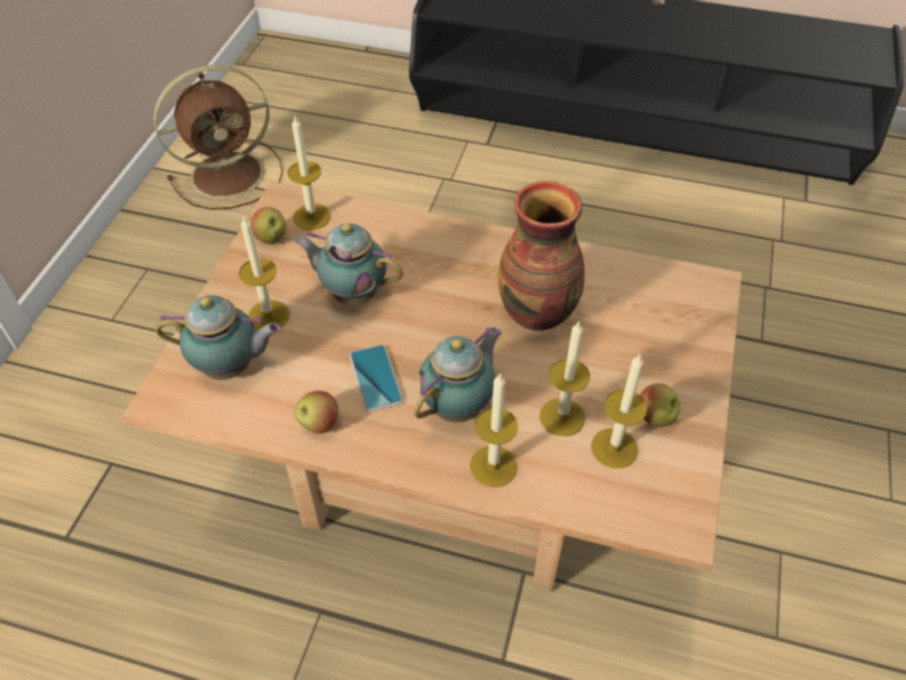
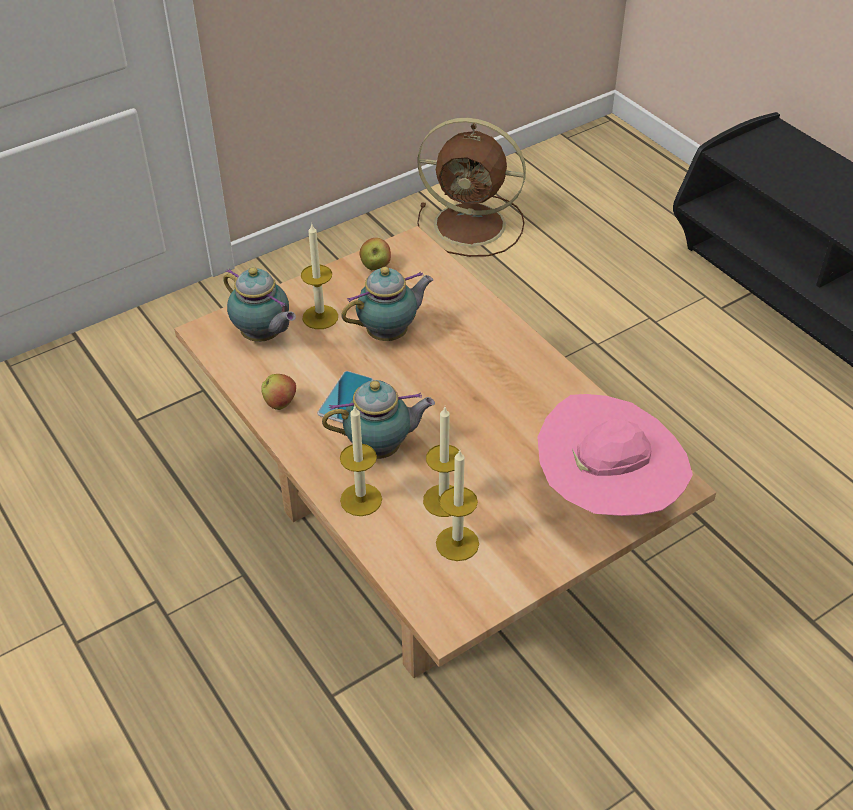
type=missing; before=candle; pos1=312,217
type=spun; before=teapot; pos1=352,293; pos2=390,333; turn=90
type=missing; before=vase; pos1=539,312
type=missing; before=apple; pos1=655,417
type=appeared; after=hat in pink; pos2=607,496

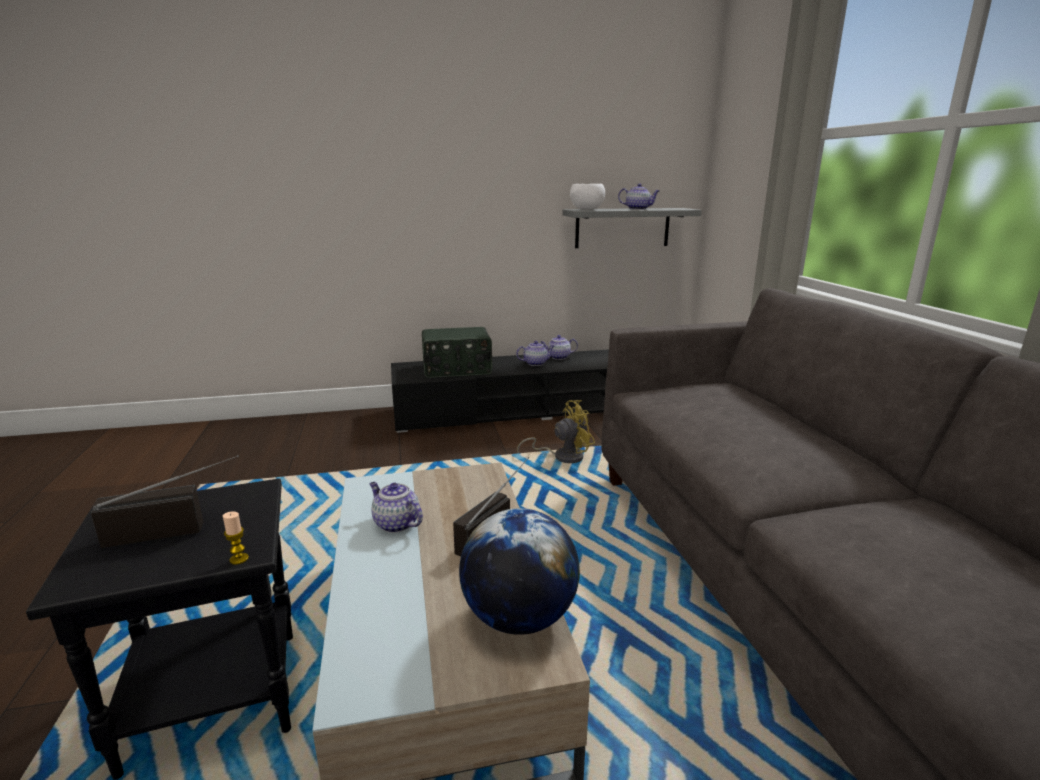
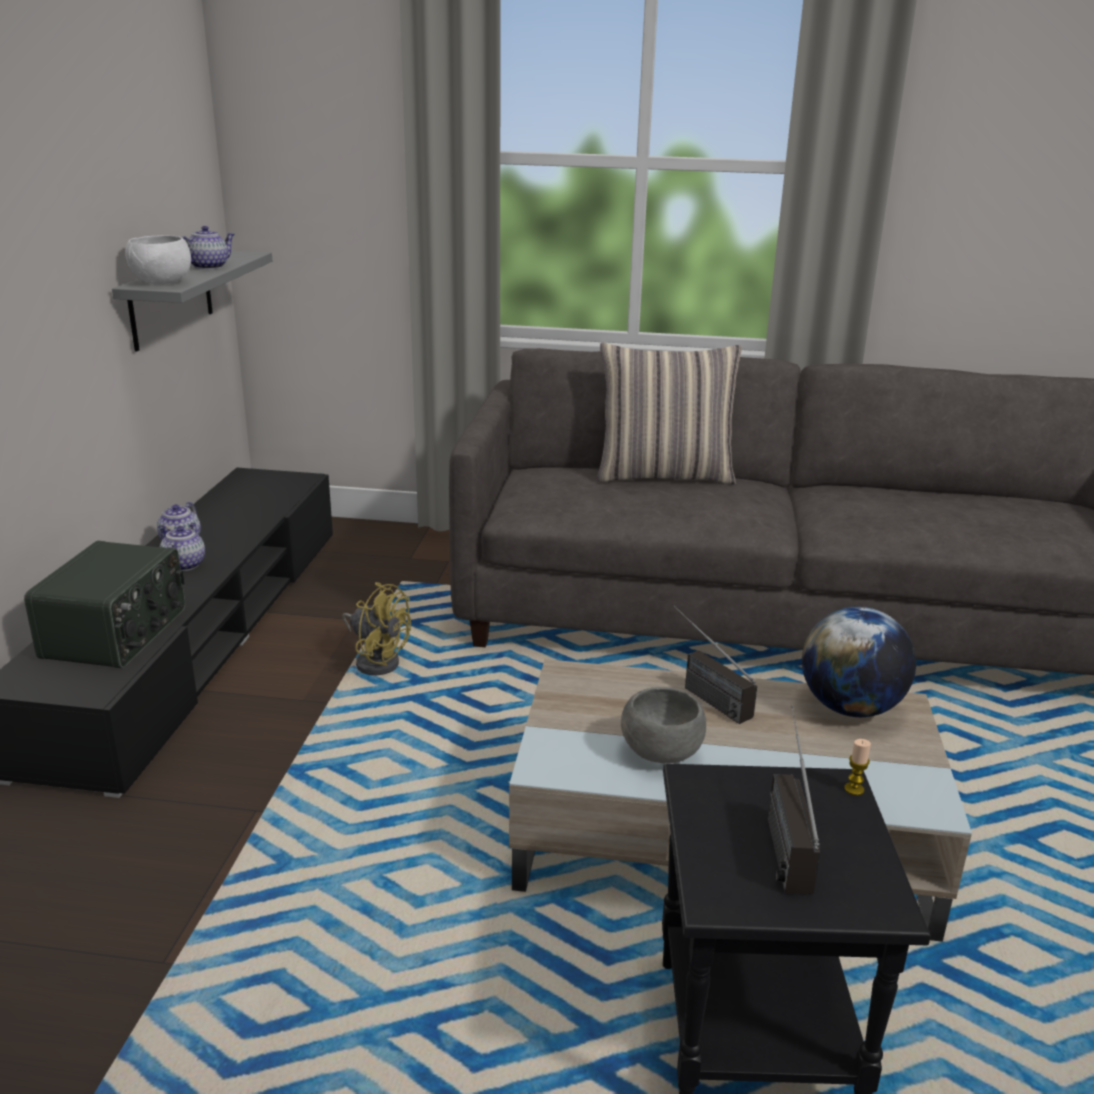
type=exchanged; before=teapot; after=bowl in grey; pos1=395,524; pos2=660,753
type=spun; before=fan in yellow; pos1=562,456; pos2=377,660; turn=120
type=appeared; after=pillow; pos2=664,474

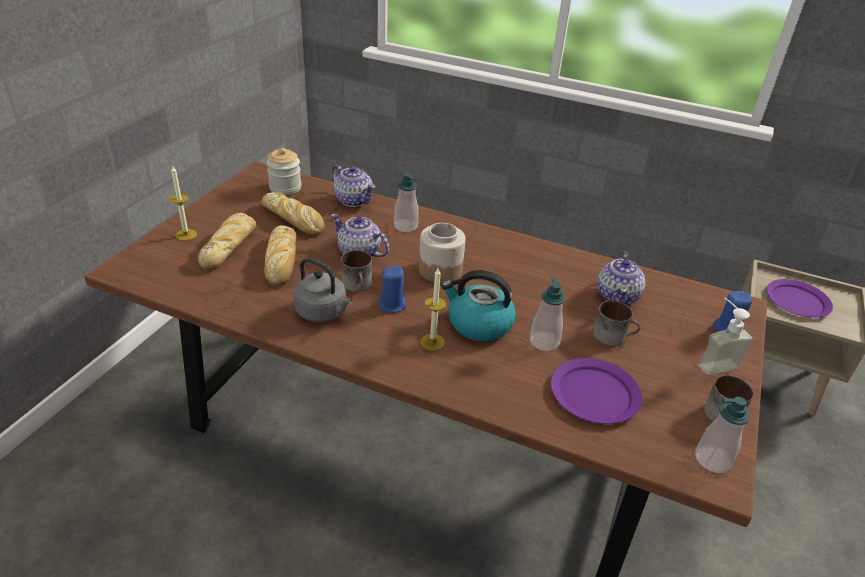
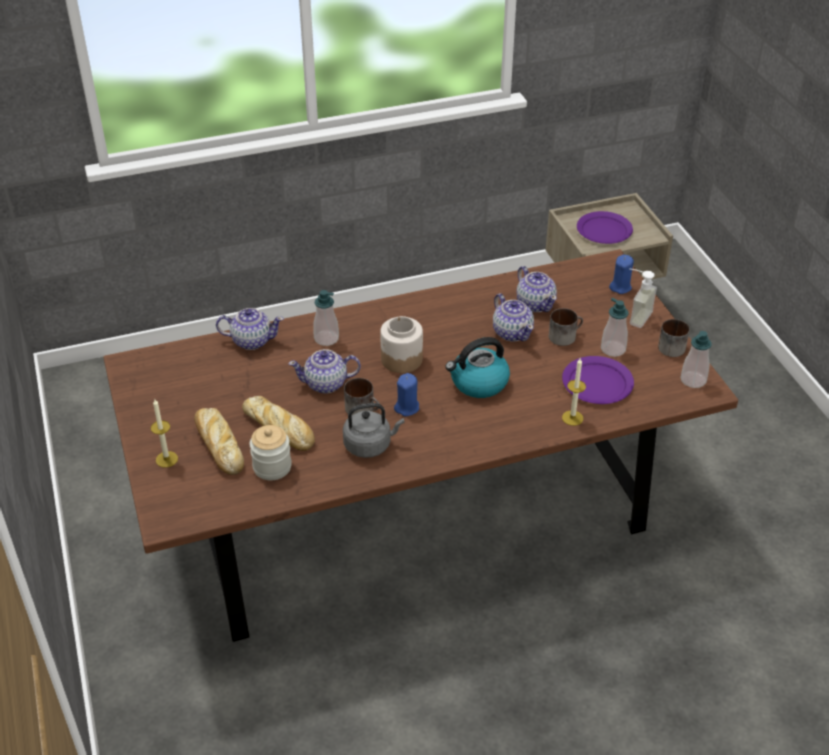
type=missing; before=bread; pos1=294,219
type=relocated; before=jar; pos1=285,188; pos2=272,467
type=relocated; before=candle; pos1=432,342; pos2=572,418
type=relocated; before=soap dispenser; pos1=544,342; pos2=613,349
type=appeared; after=teapot; pos2=512,332

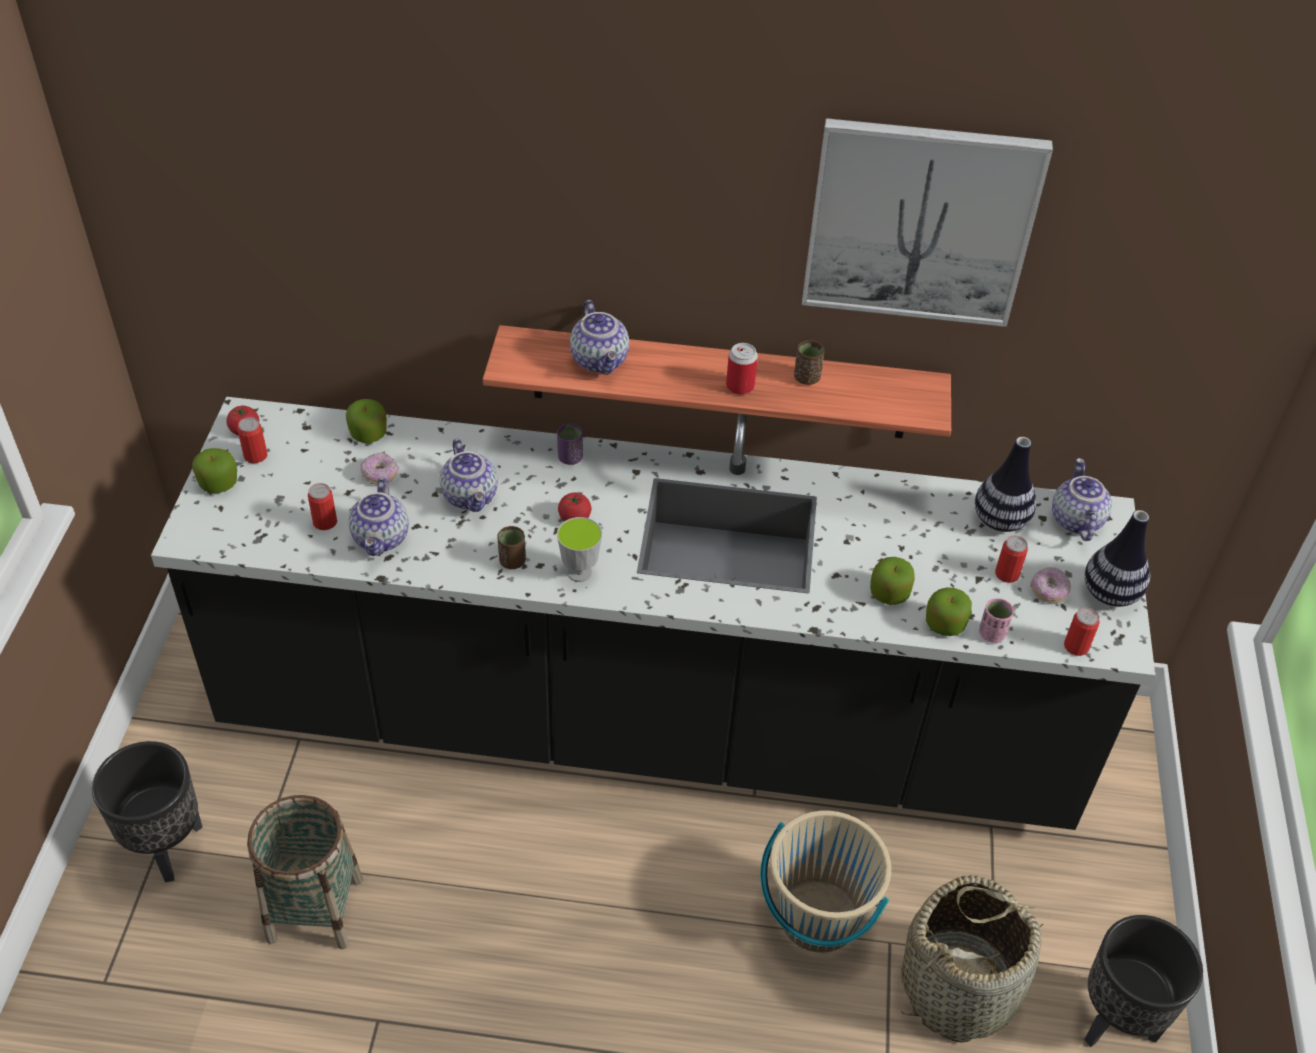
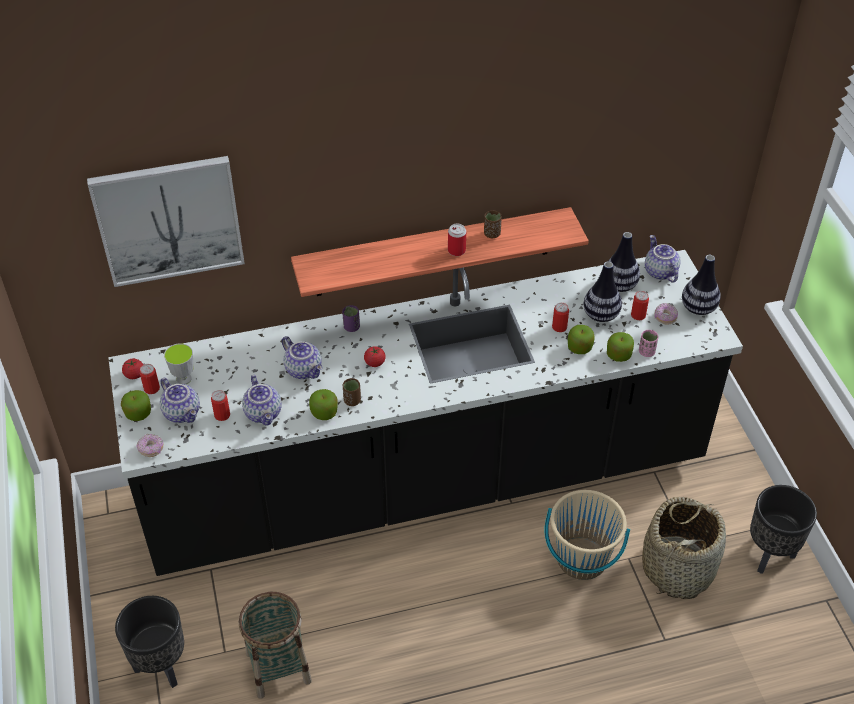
type=relocated; before=apple; pos1=368,434; pos2=324,412
type=relocated; before=donut; pos1=380,475; pos2=151,449
type=relocated; before=cup; pos1=579,573; pos2=183,379
type=relocated; before=teapot; pos1=601,360; pos2=183,412
type=relocated; before=picture; pos1=920,222; pos2=168,220
type=relocated; before=can; pos1=1076,646; pos2=559,327
type=appeared; after=vase; pos2=600,315

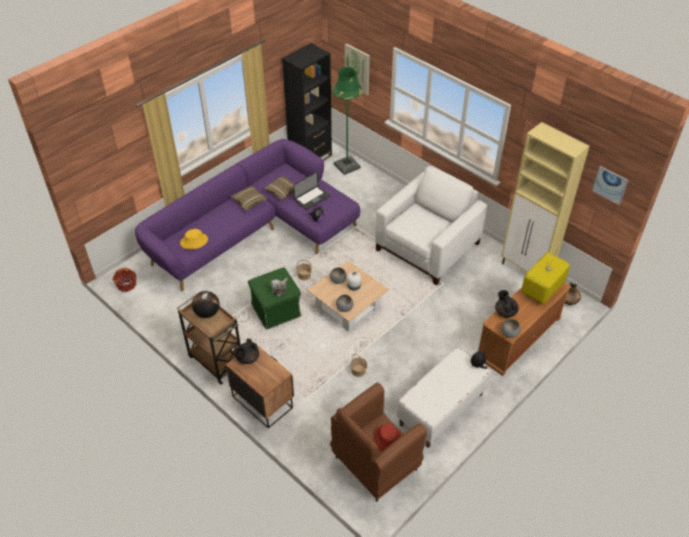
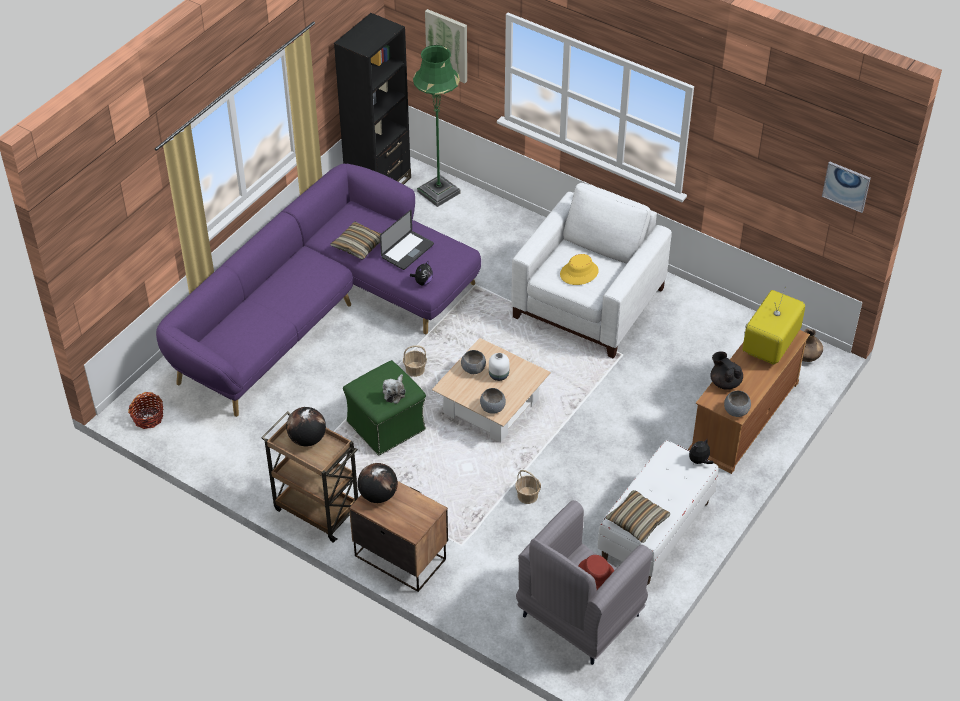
type=relocated; before=hat in yellow; pos1=194,241; pos2=579,273
type=relocated; before=pillow; pos1=249,201; pos2=637,521
type=exchanged; before=teapot in black; after=globe; pos1=247,358; pos2=378,495
type=colour; before=armchair in brown; after=armchair in grey; pos1=374,464; pos2=579,617
type=missing; before=cabinet in beige; pos1=526,270

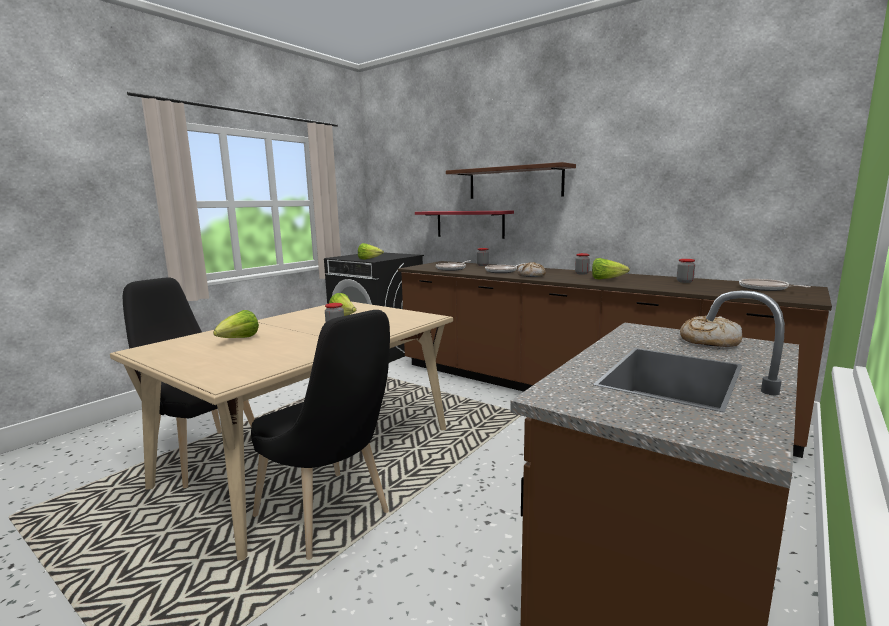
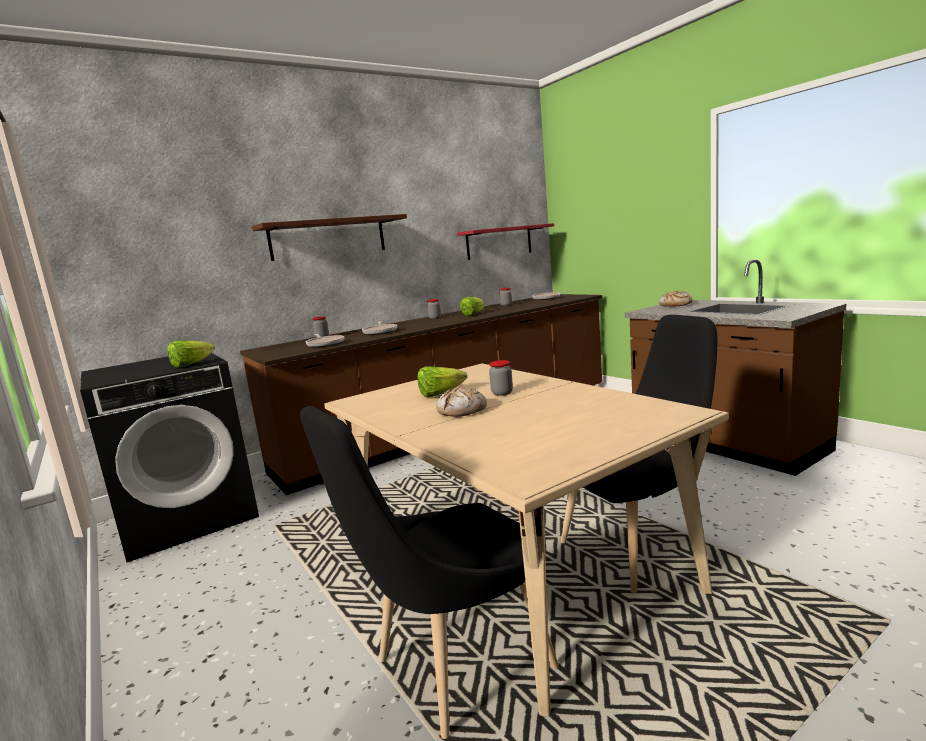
type=missing; before=lettuce; pos1=239,339
type=relocated; before=shelf in red; pos1=469,224; pos2=499,242
type=relocated; before=bread; pos1=531,275; pos2=462,410

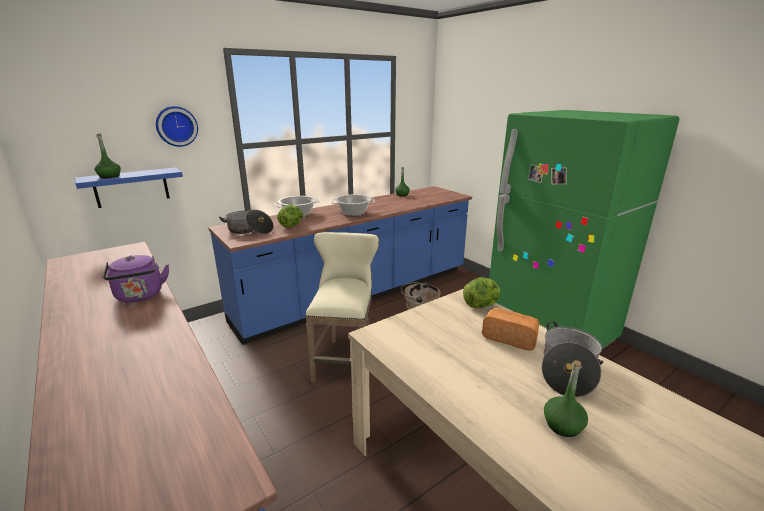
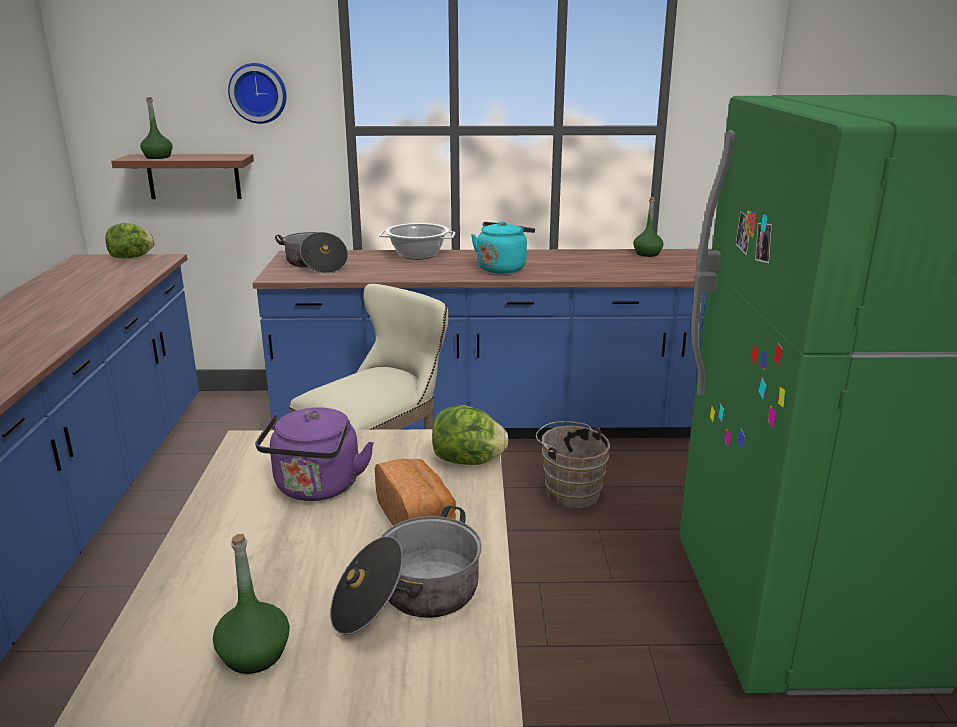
type=colour; before=shelf in blue; after=shelf in brown; pos1=131,187; pos2=193,176
type=relocated; before=kettle in purple; pos1=140,296; pos2=316,489
type=relocated; before=lettuce; pos1=291,225; pos2=132,257
type=exchanged; before=cooking pot; after=kettle in turquoise; pos1=353,213; pos2=502,268

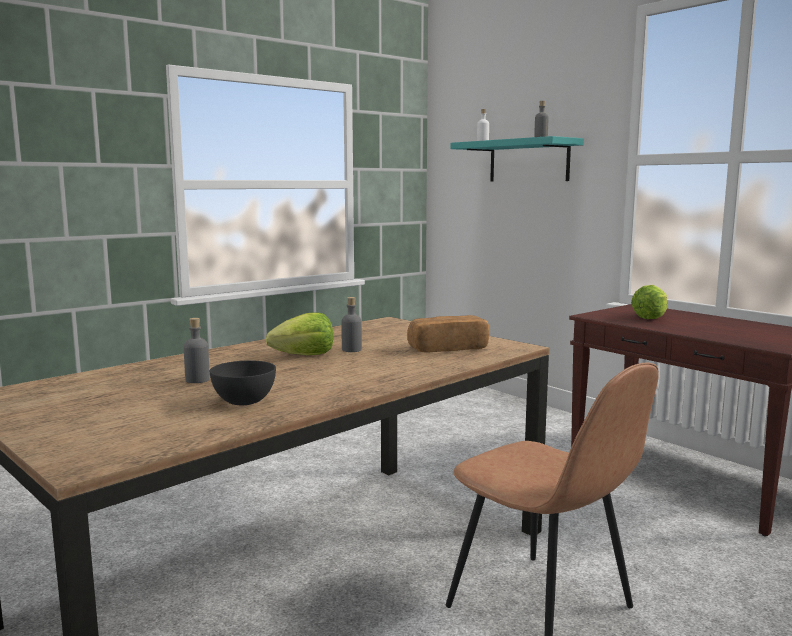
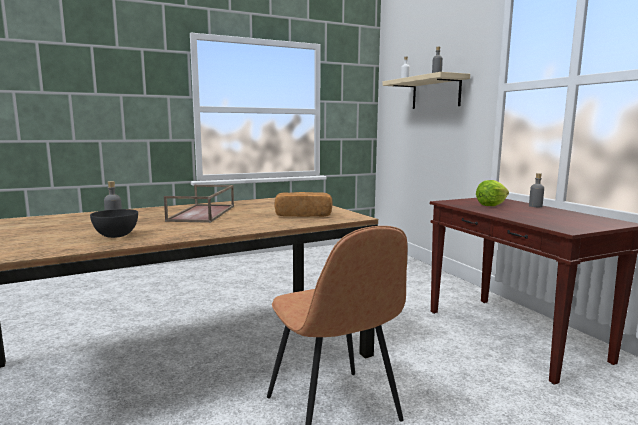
type=exchanged; before=lettuce; after=tray in brown; pos1=304,355; pos2=203,213
type=relocated; before=bottle in grey; pos1=351,350; pos2=535,206
type=colour; before=shelf in turquoise; after=shelf in beige; pos1=528,161; pos2=435,93

